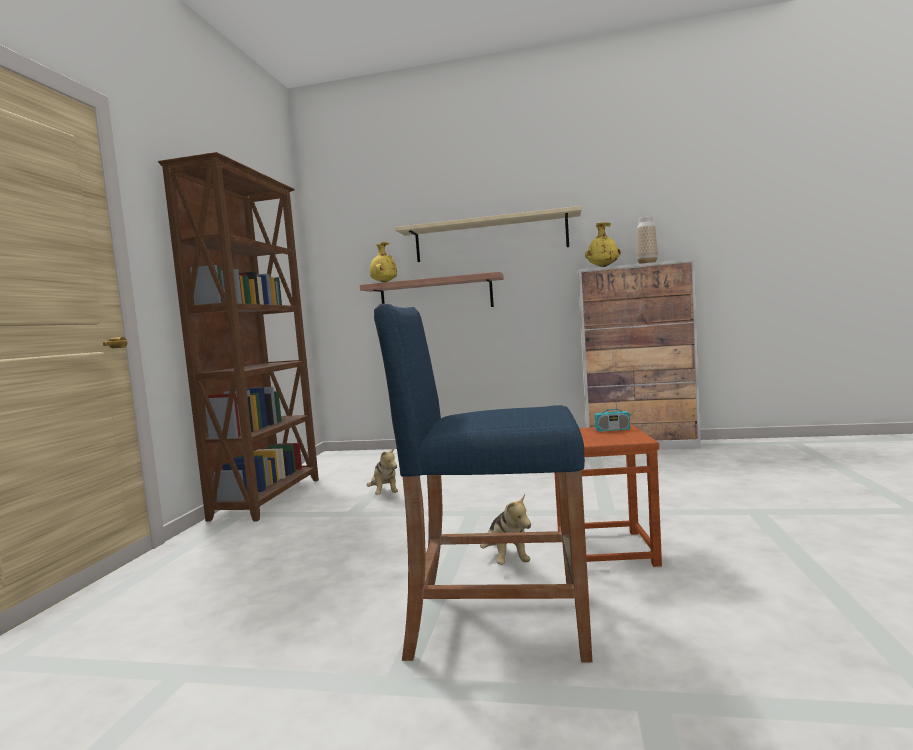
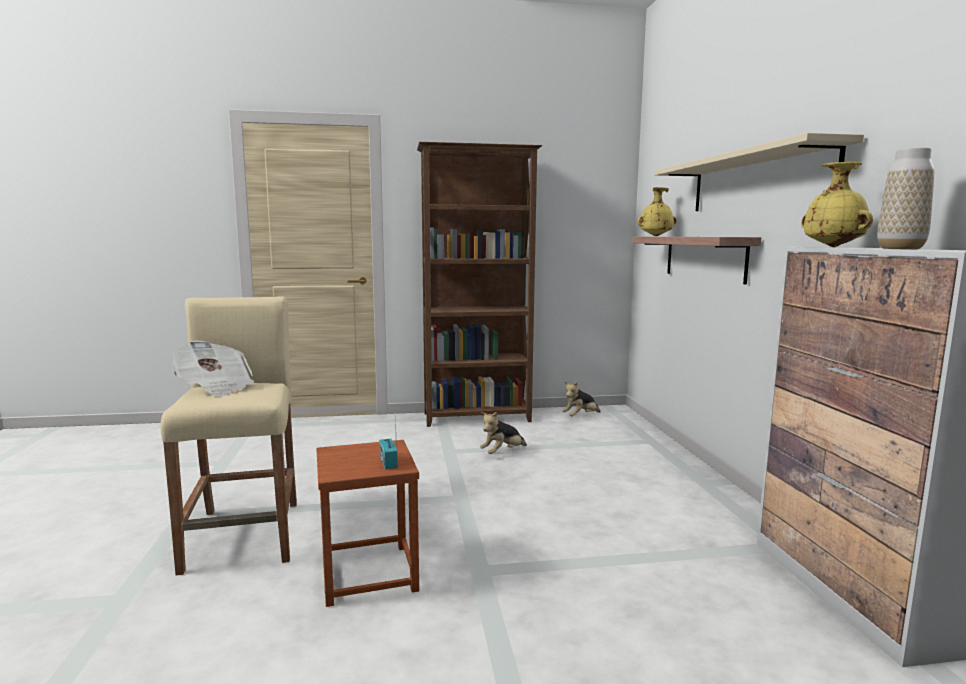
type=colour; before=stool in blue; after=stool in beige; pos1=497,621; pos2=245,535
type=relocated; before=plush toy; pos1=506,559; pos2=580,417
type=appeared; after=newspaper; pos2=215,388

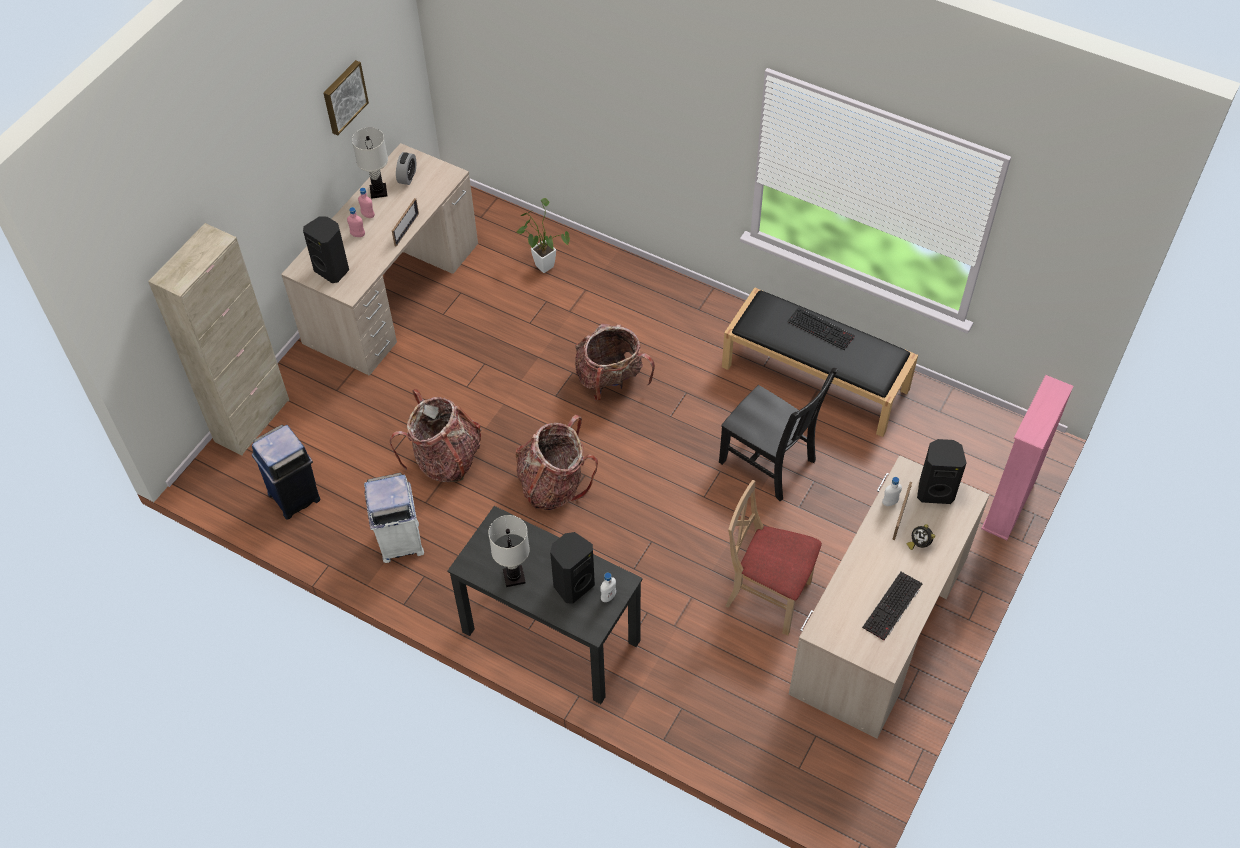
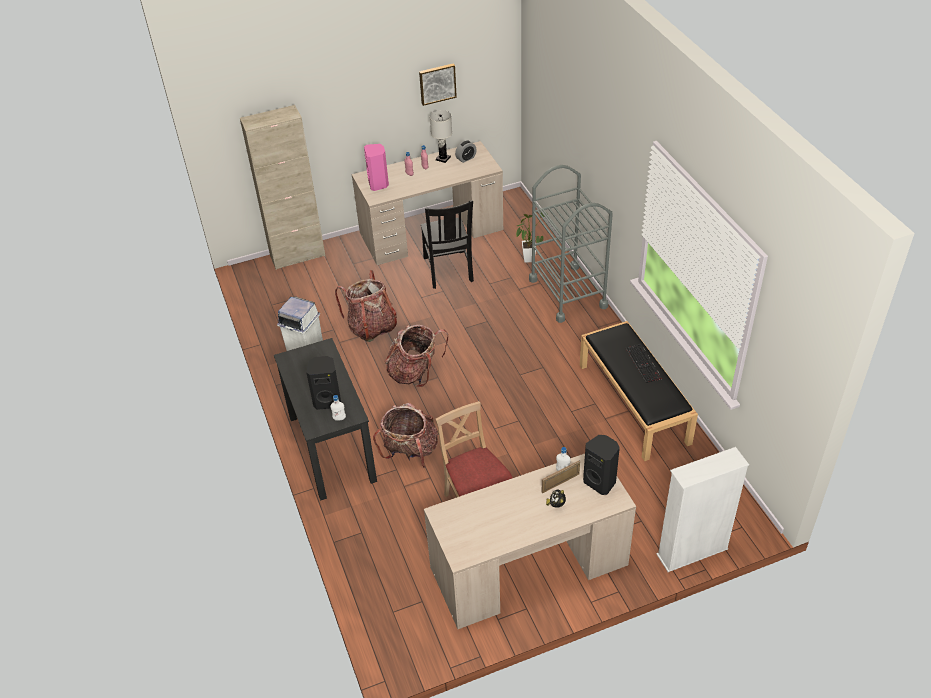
type=missing; before=trash can in blue; pos1=295,496
type=colour; before=speaker in black; after=speaker in pink; pos1=333,270; pos2=378,184
type=missing; before=picture frame; pos1=406,229
type=missing; before=table lamp in white; pos1=513,576
type=relocated; before=backpack; pos1=611,380; pos2=410,452
type=relocated; before=chair in black; pos1=770,463; pos2=448,270
type=missing; before=keyboard; pos1=893,607
type=colour; before=bookcase in pink; after=bookcase in white; pos1=1009,504; pos2=692,552
type=appeared; after=cart in grey; pos2=568,293

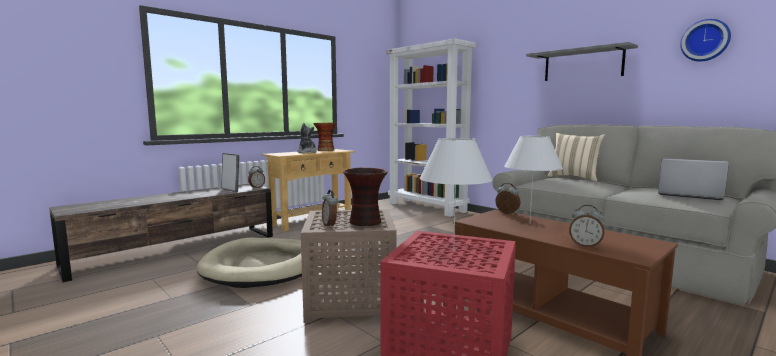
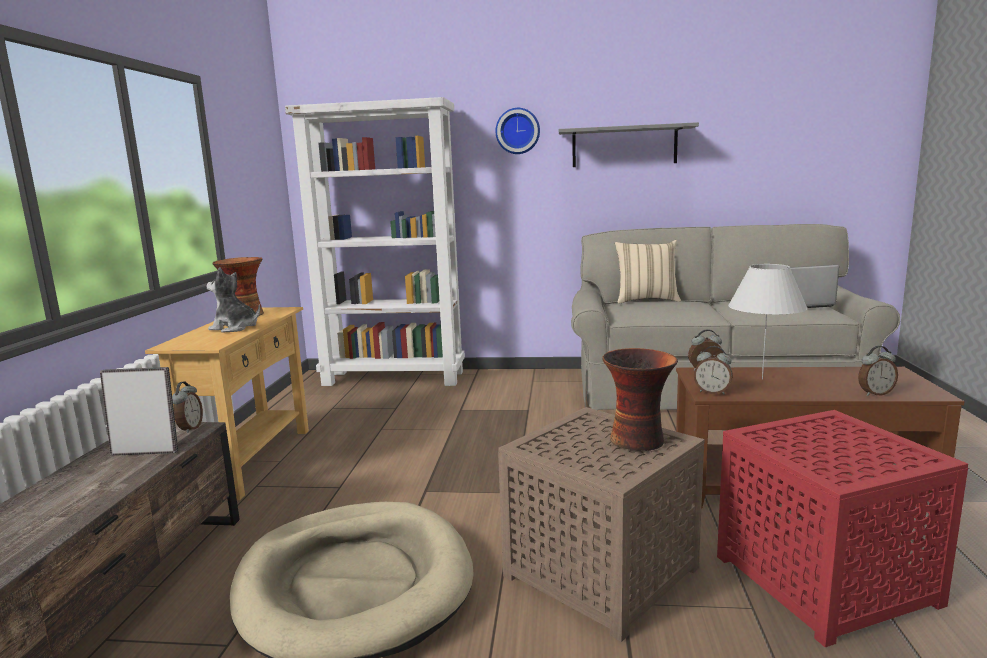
type=relocated; before=alarm clock; pos1=330,225; pos2=712,392
type=missing; before=table lamp in white; pos1=453,251
type=relocated; before=wall clock; pos1=705,40; pos2=518,131

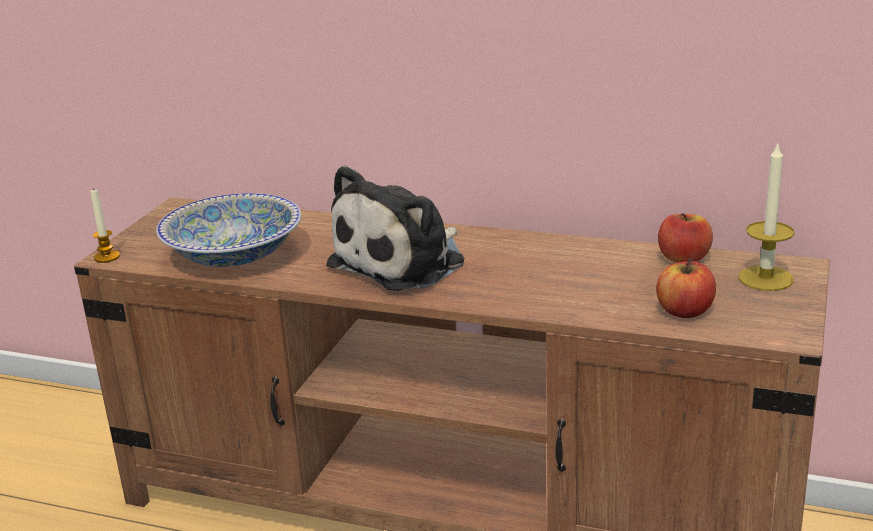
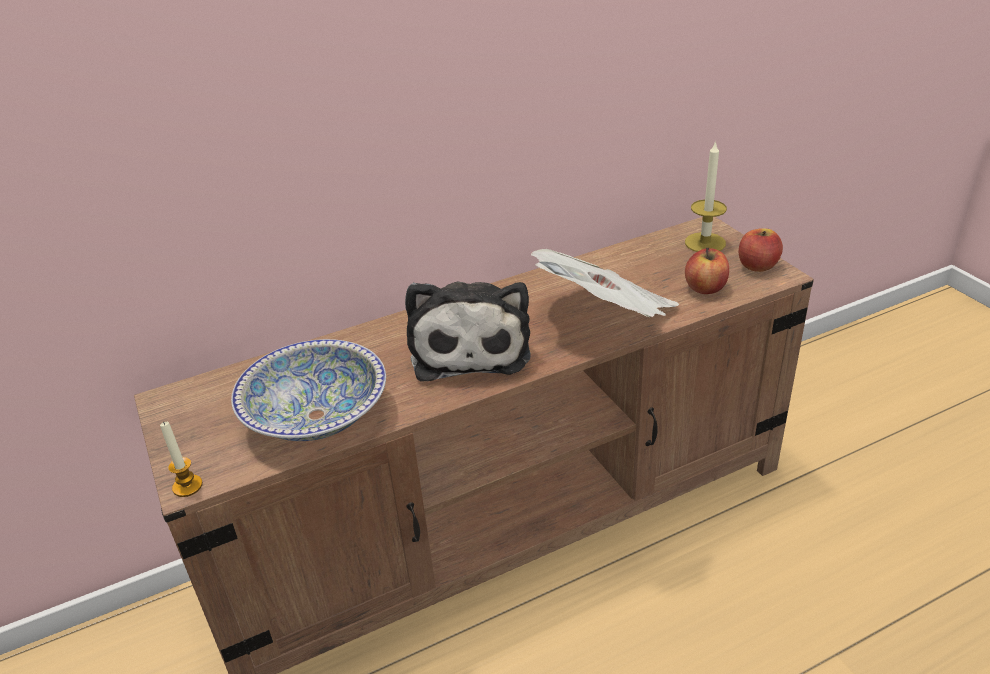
type=relocated; before=apple; pos1=683,258; pos2=757,266
type=appeared; after=newspaper; pos2=606,316

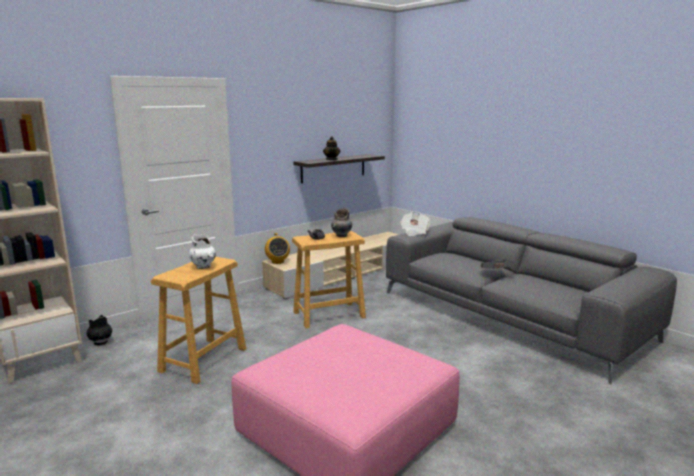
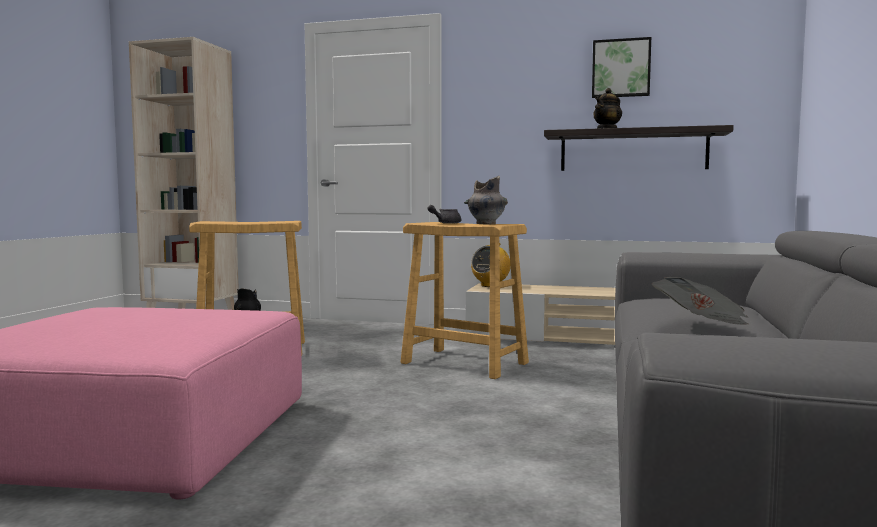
type=missing; before=vase in white; pos1=203,267
type=missing; before=newspaper; pos1=414,232
type=appeared; after=picture; pos2=621,68

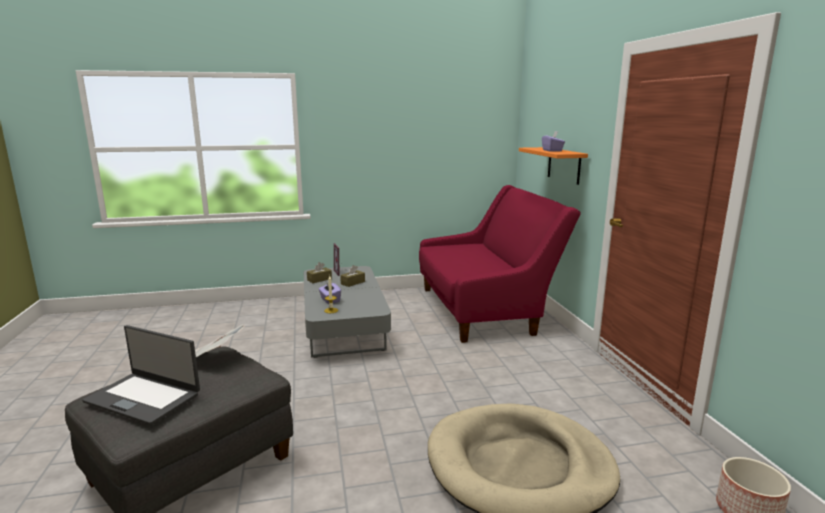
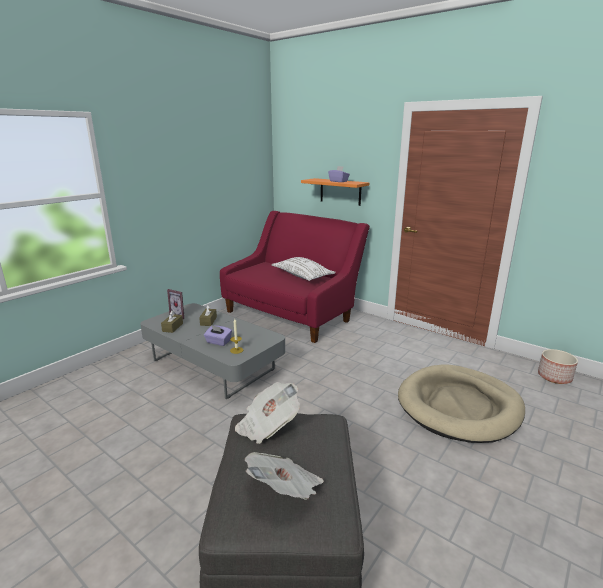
type=exchanged; before=laptop; after=newspaper; pos1=144,397; pos2=285,490
type=appeared; after=pillow in white; pos2=302,276

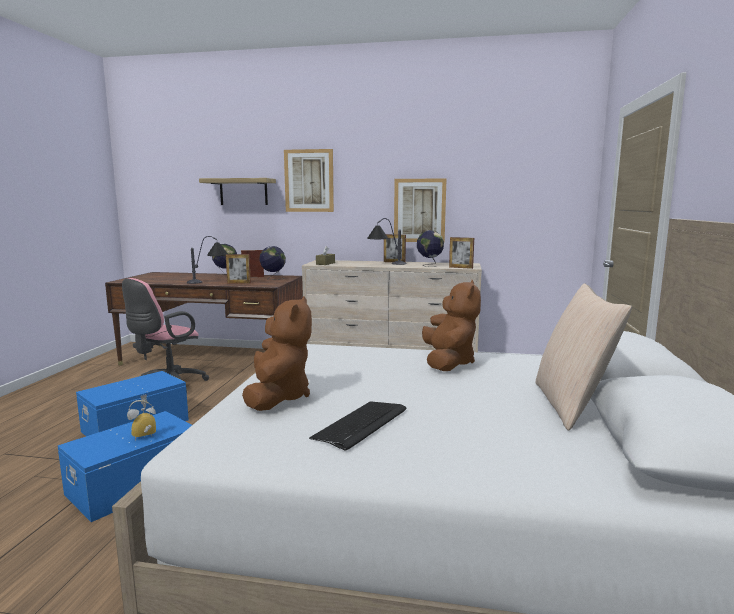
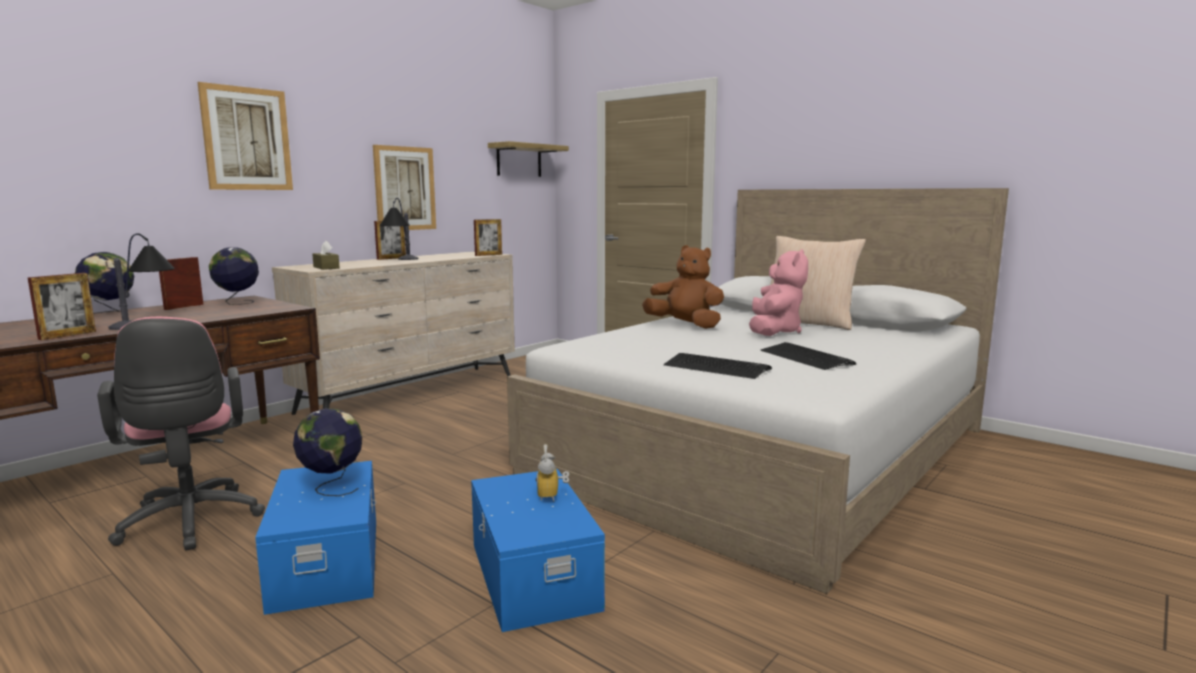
type=relocated; before=shelf; pos1=243,192; pos2=519,160
type=relocated; before=picture frame; pos1=239,283; pos2=67,335
type=exchanged; before=plush toy in brown; after=keyboard; pos1=278,397; pos2=716,367
type=relocated; before=globe; pos1=429,265; pos2=332,487
type=appeared; after=plush toy in pink; pos2=774,331

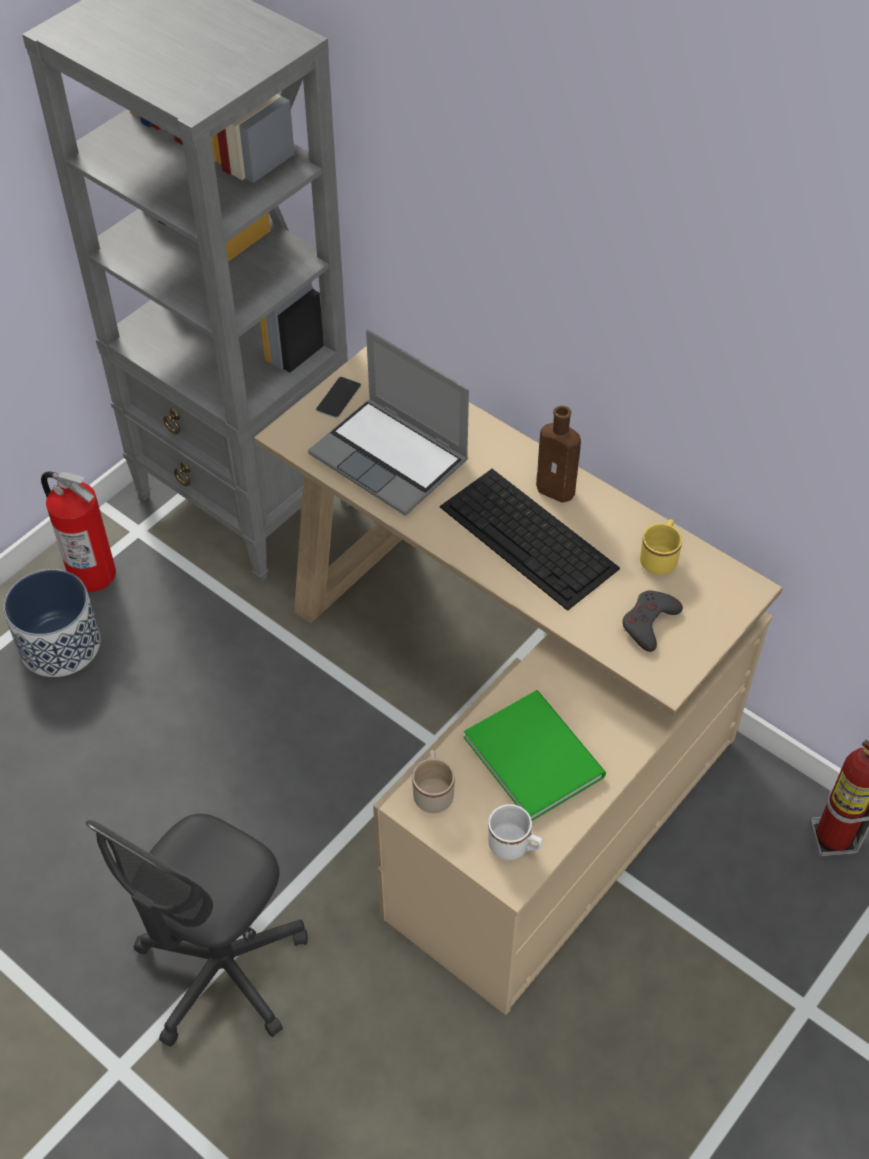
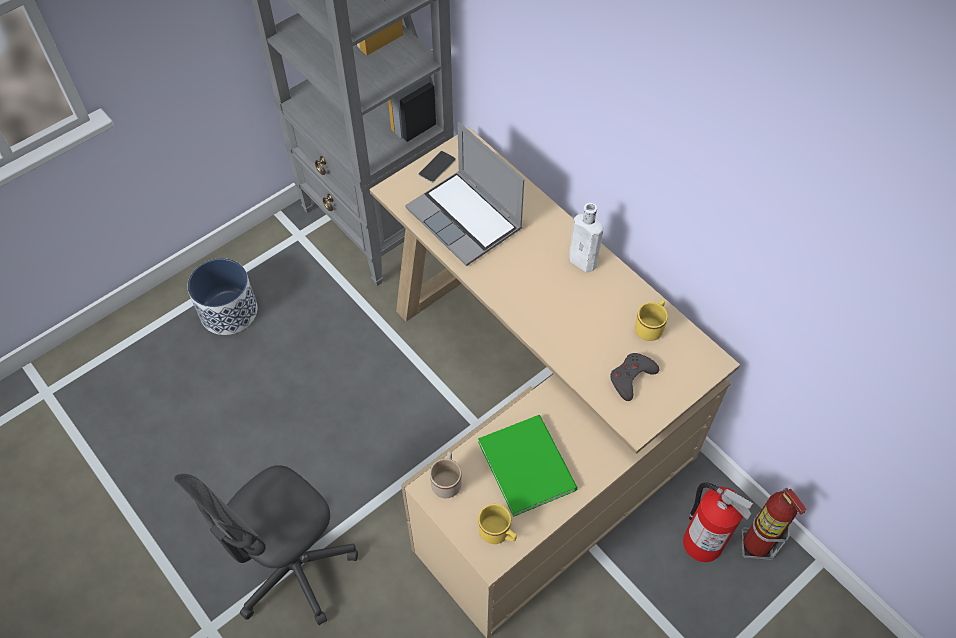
type=relocated; before=fire extinguisher; pos1=92,573; pos2=702,542
type=missing; before=keyboard; pos1=530,538
type=colour; before=mug in white; after=mug in yellow; pos1=514,846; pos2=498,533
type=colour; before=bottle in brown; after=bottle in white; pos1=558,491; pos2=584,262

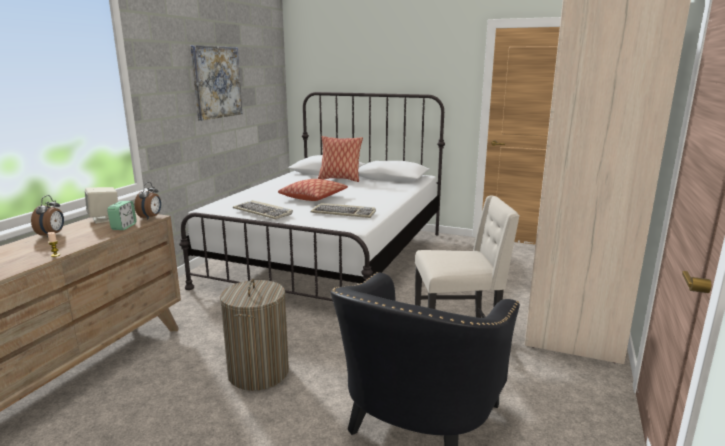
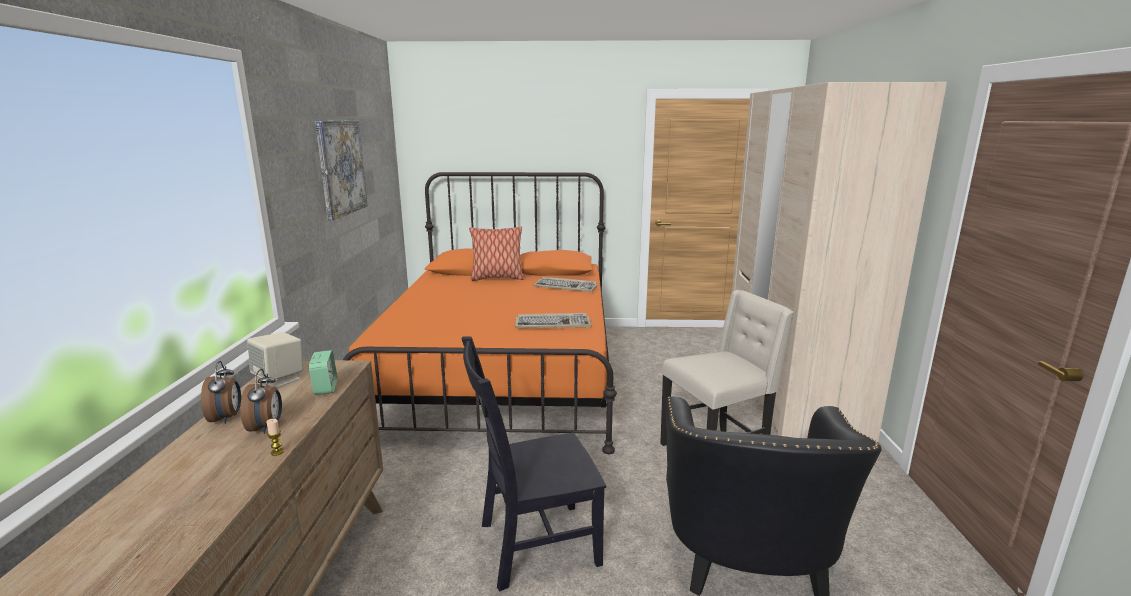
type=relocated; before=alarm clock; pos1=151,217; pos2=267,427
type=colour; before=bed in white; after=bed in orange; pos1=330,258; pos2=503,375
type=exchanged; before=laundry basket; after=chair in black; pos1=258,372; pos2=533,544
type=relocated; before=keyboard; pos1=263,212; pos2=566,287
type=missing; before=pillow; pos1=313,197

